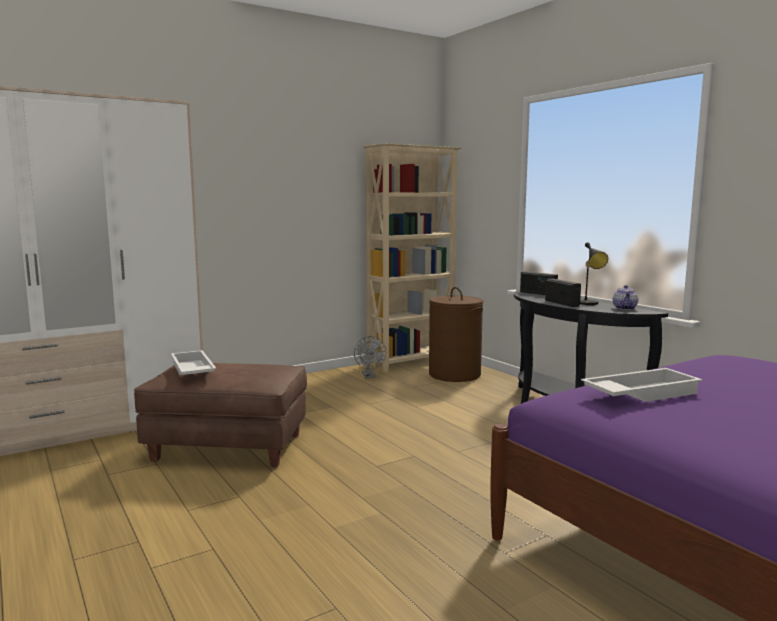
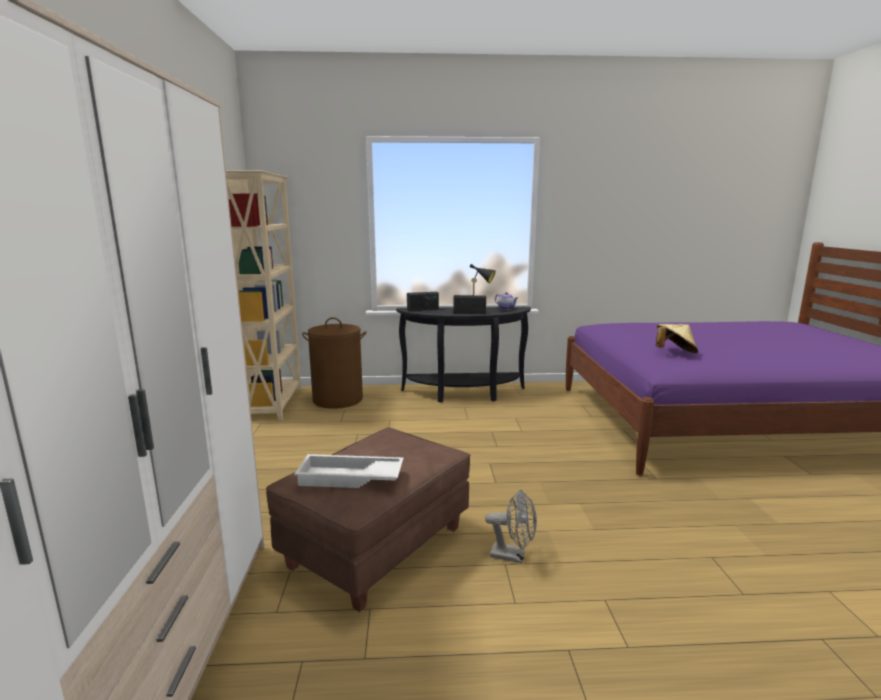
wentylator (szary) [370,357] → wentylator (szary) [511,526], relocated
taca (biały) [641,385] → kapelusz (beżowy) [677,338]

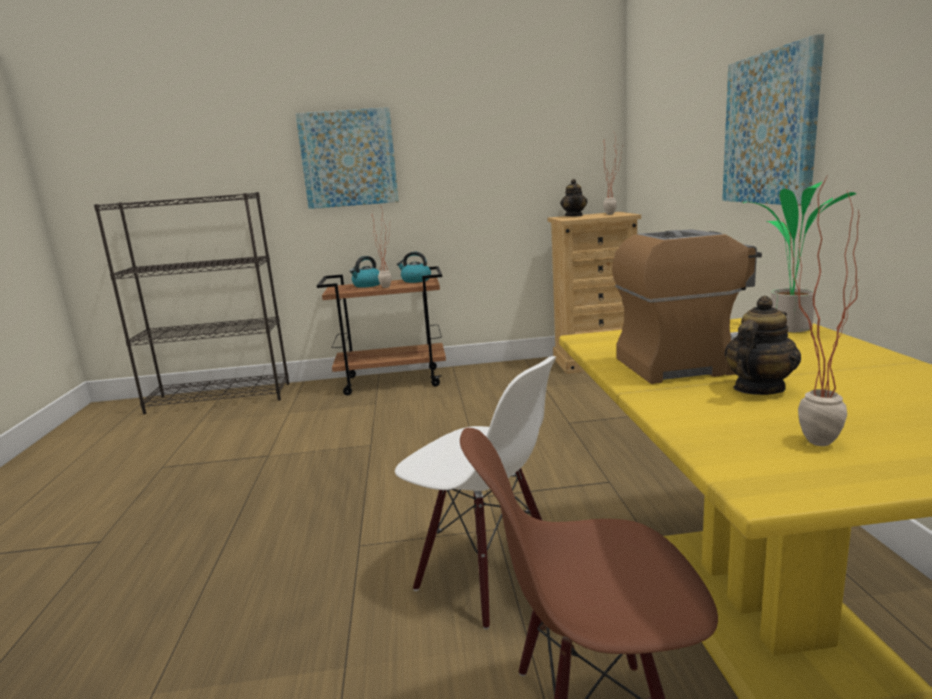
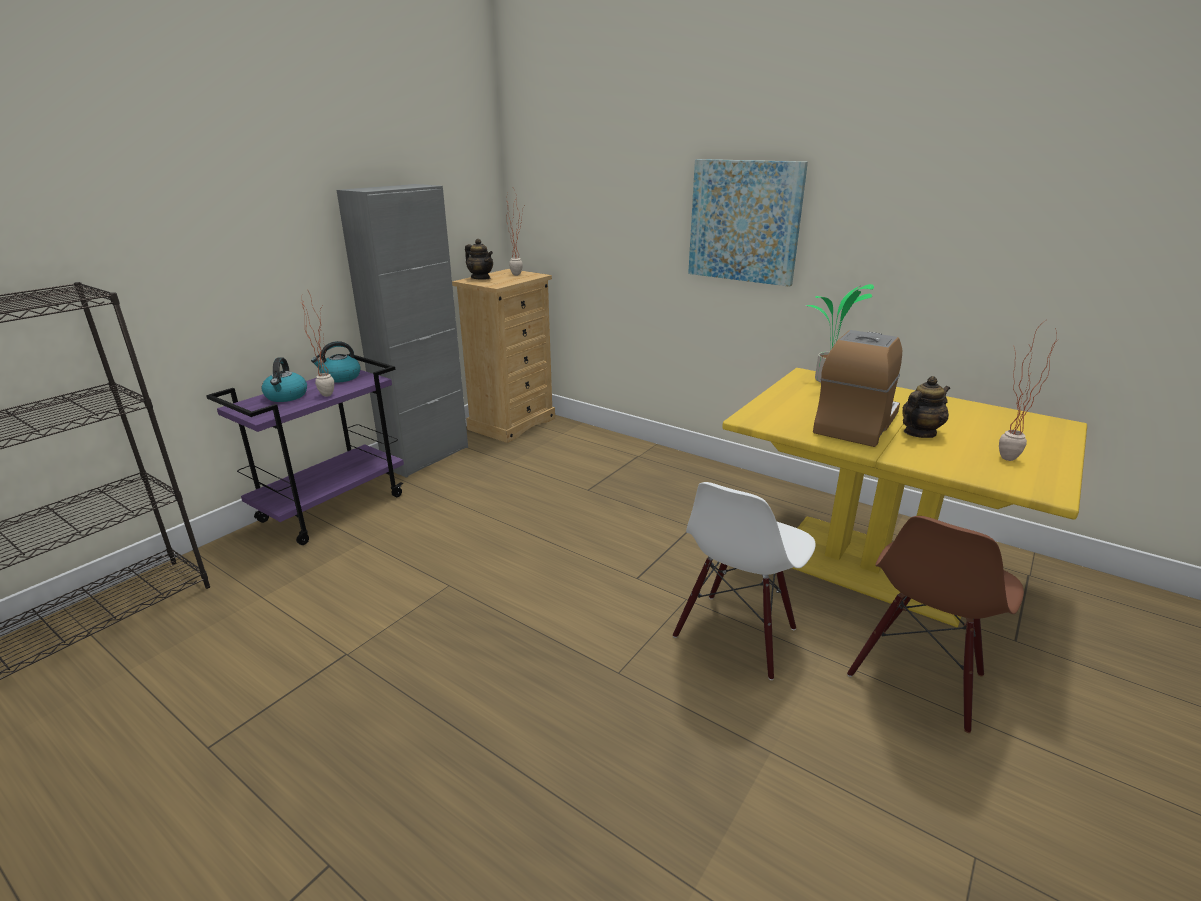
obraz [347,158] → -
- → szafka (szary) [402,331]
wózek (brązowy) [381,330] → wózek (fioletowy) [305,449]
krzesło (biały) [475,492] → krzesło (biały) [744,581], 135 degrees clockwise
imbryk [762,345] → imbryk [926,407], 60 degrees clockwise

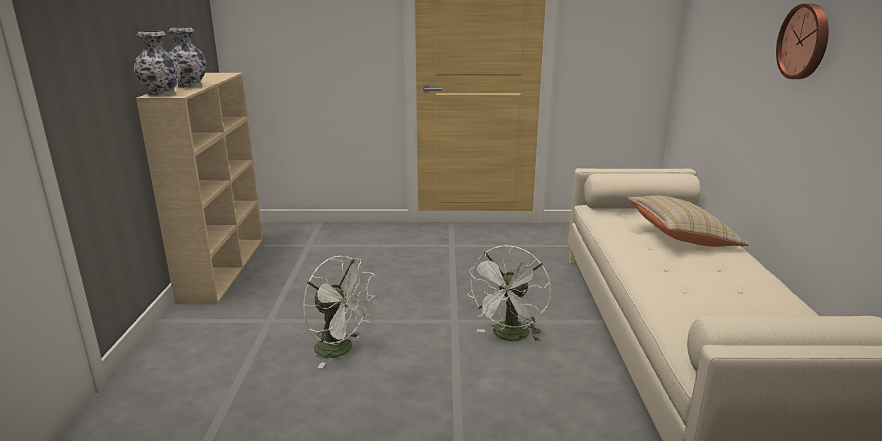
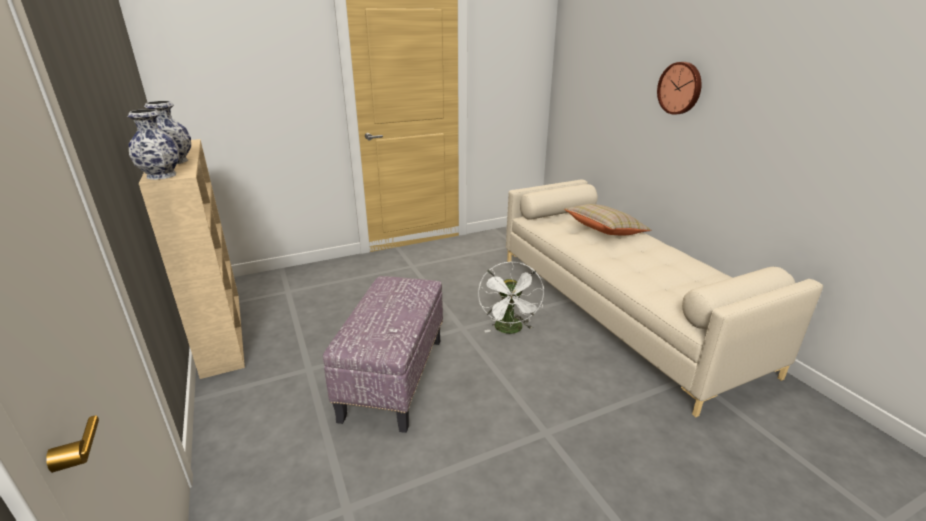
wentylator (biały) [340,312] → pufa [383,354]

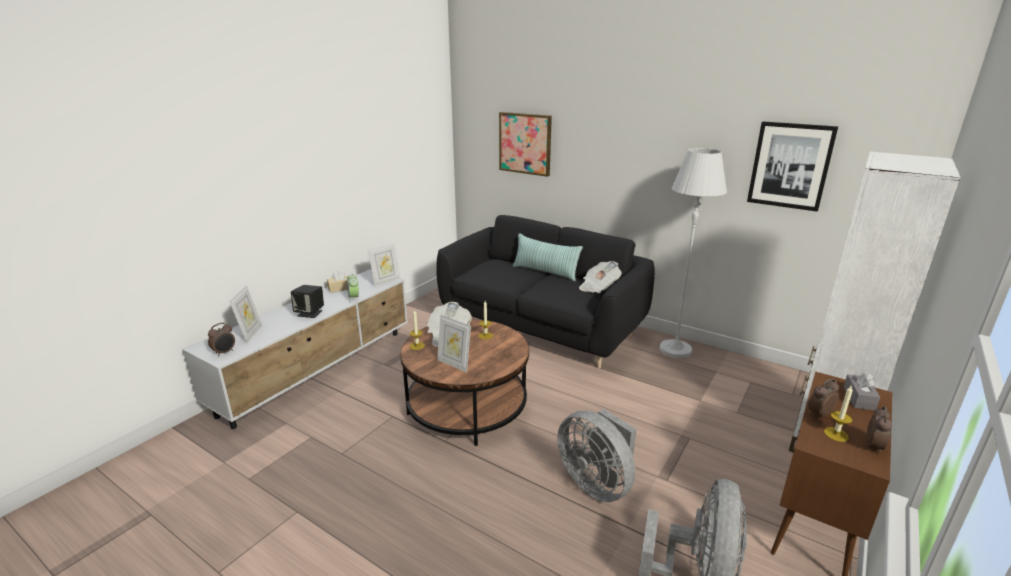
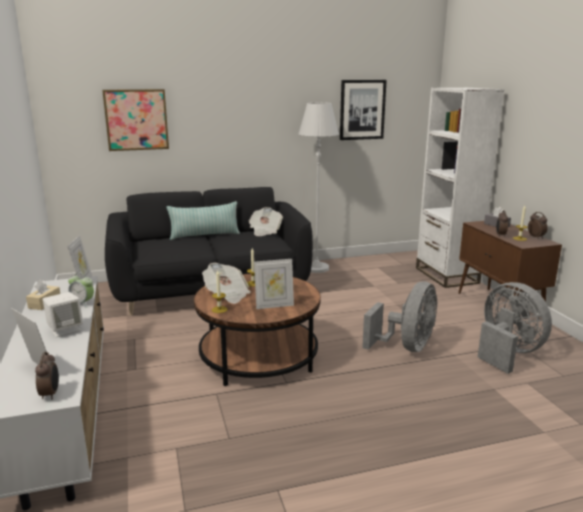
głośnik (czarny) [307,301] → głośnik (biały) [63,314]
wentylator (szary) [597,455] → wentylator (szary) [399,316], 60 degrees counterclockwise

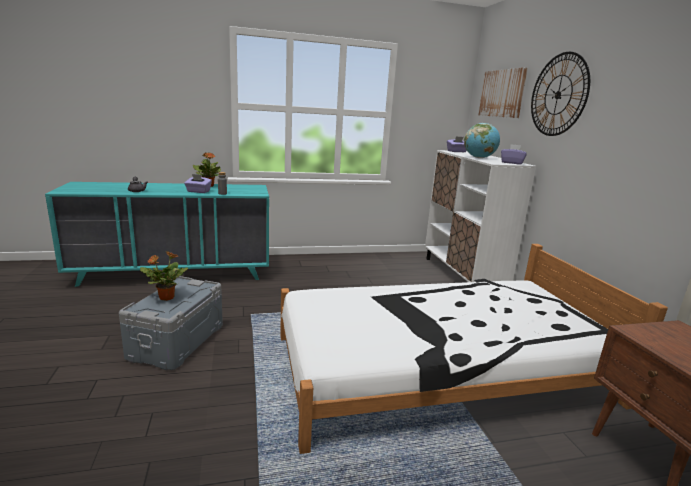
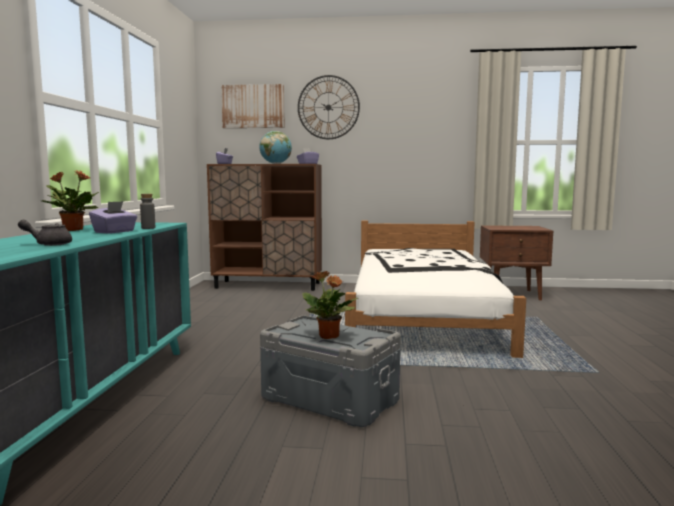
szafka (biały) [480,216] → szafka (brązowy) [264,227]

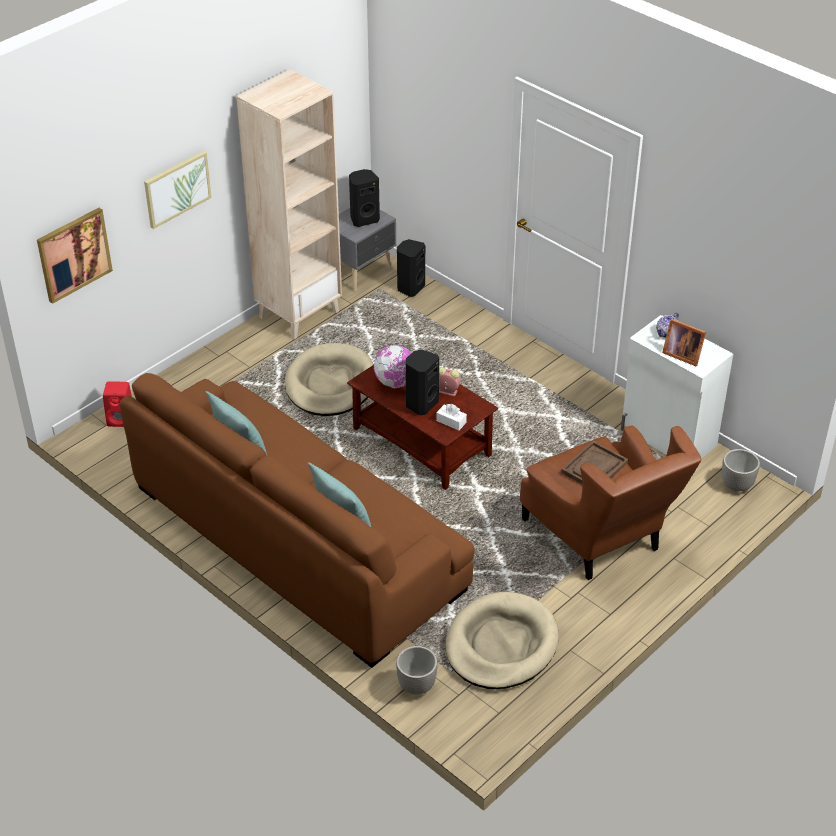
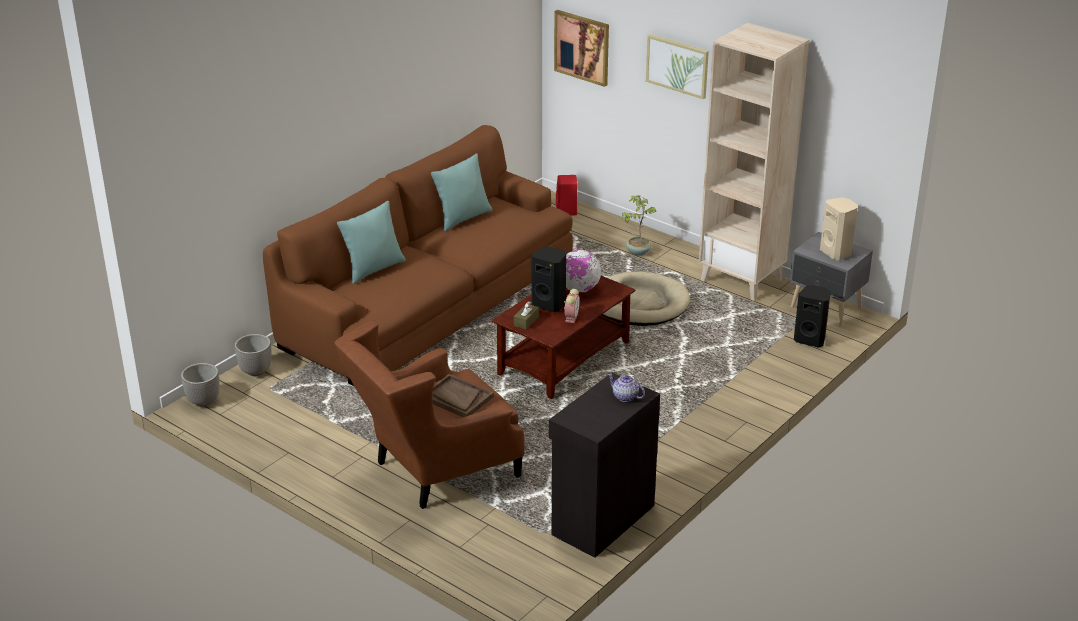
legowisko (beżowy) [502,640] → -
ramka na zdjęcie [684,342] → -
- → roślina doniczkowa [639,225]
donica [741,470] → donica [200,384], relocated
głośnik (czarny) [364,198] → głośnik (beżowy) [839,228]
pudełko chusteczek (biały) [451,417] → pudełko chusteczek (brązowy) [526,315]
szafka (biały) [677,387] → szafka (czarny) [604,465]

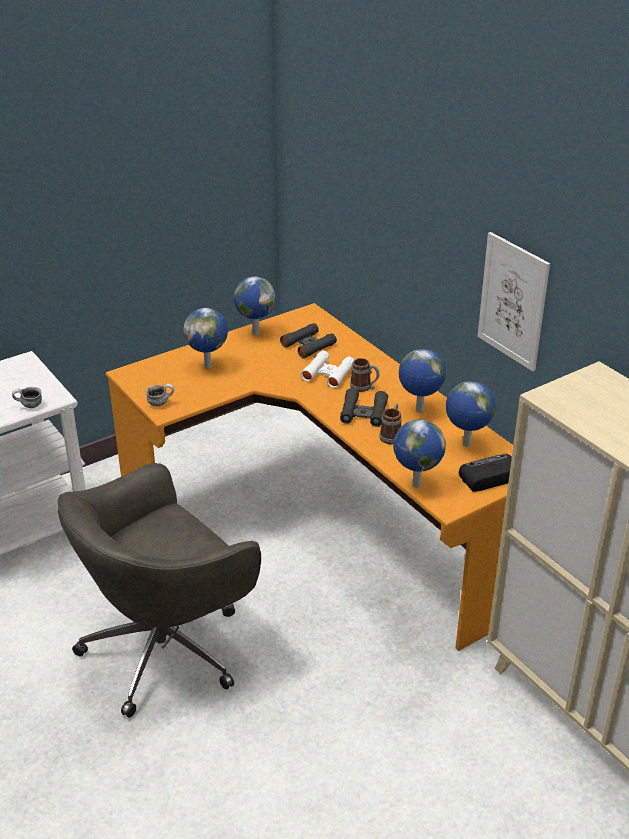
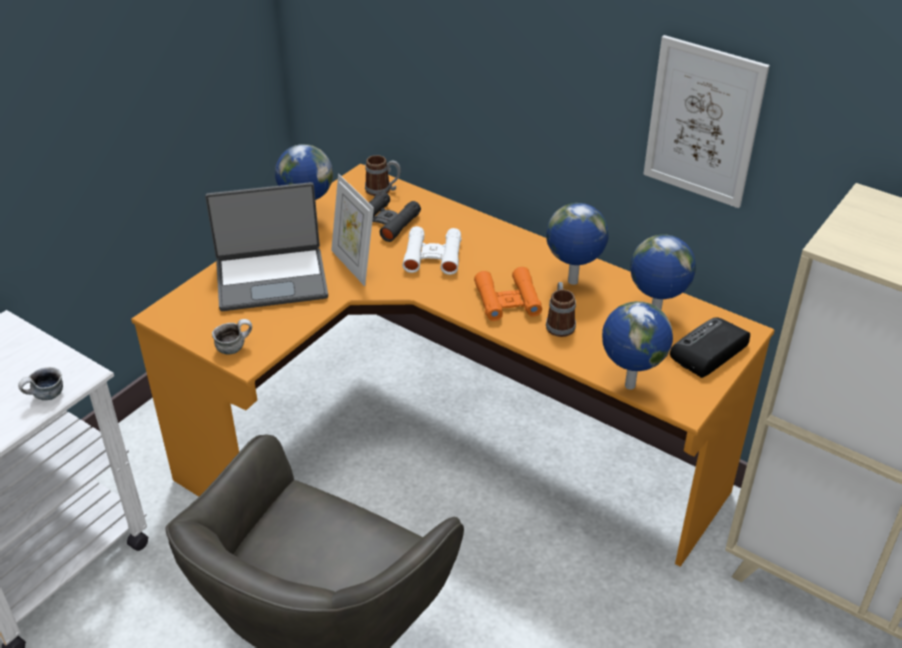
- → ramka na zdjęcie [352,230]
kubek [365,375] → kubek [383,175], relocated
globus [205,338] → laptop [266,246]
lornetka (czarny) [364,407] → lornetka (pomarańczowy) [508,294]

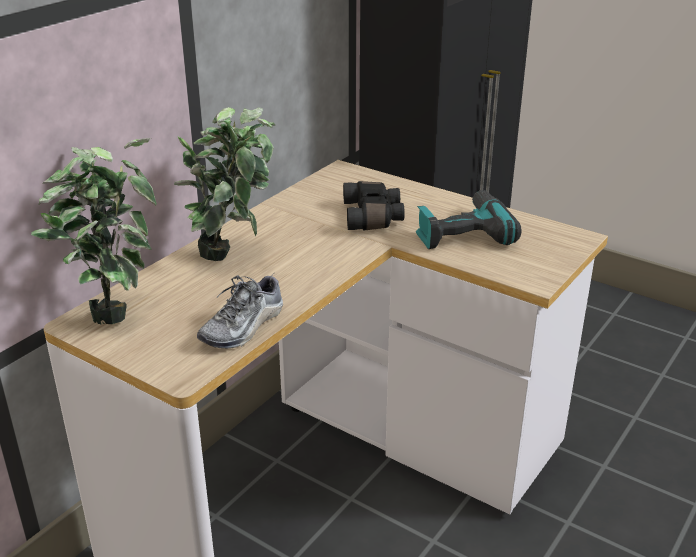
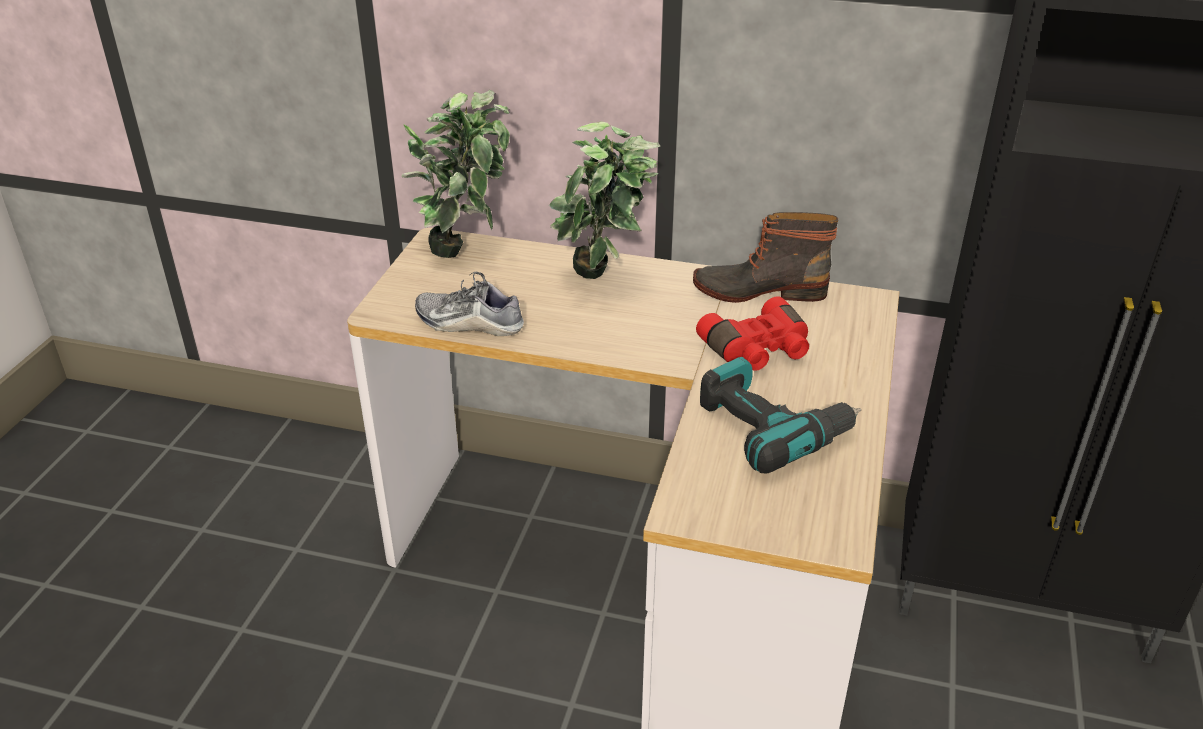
- → but z cholewką [766,257]
lornetka (czarny) [374,206] → lornetka (czerwony) [752,333]

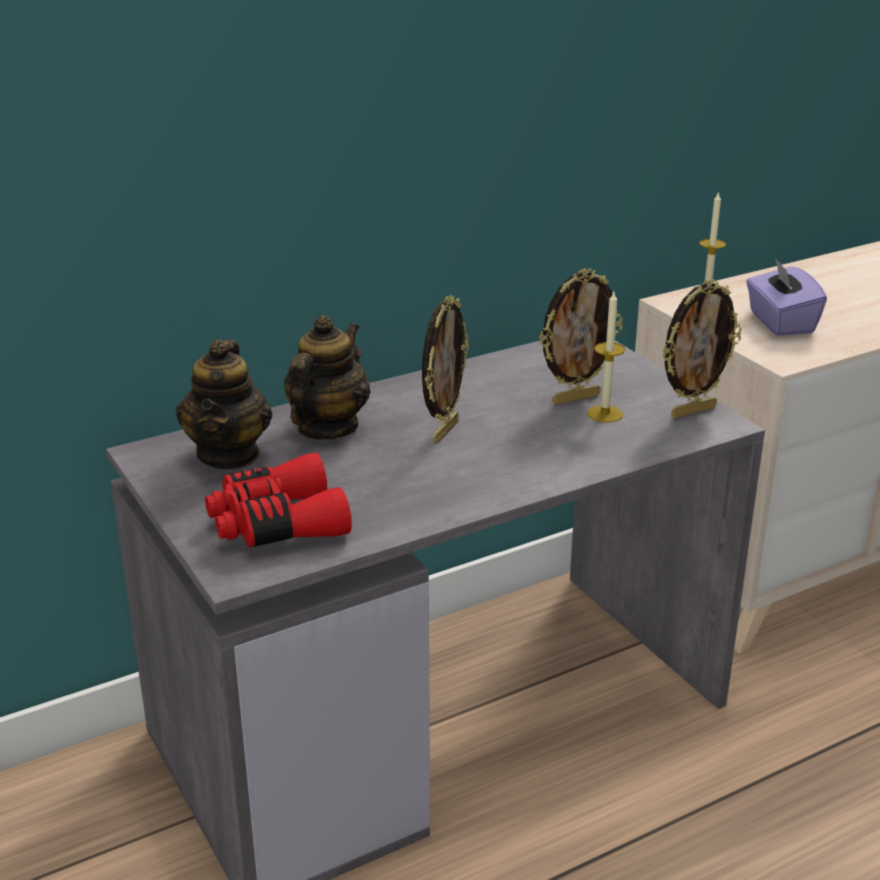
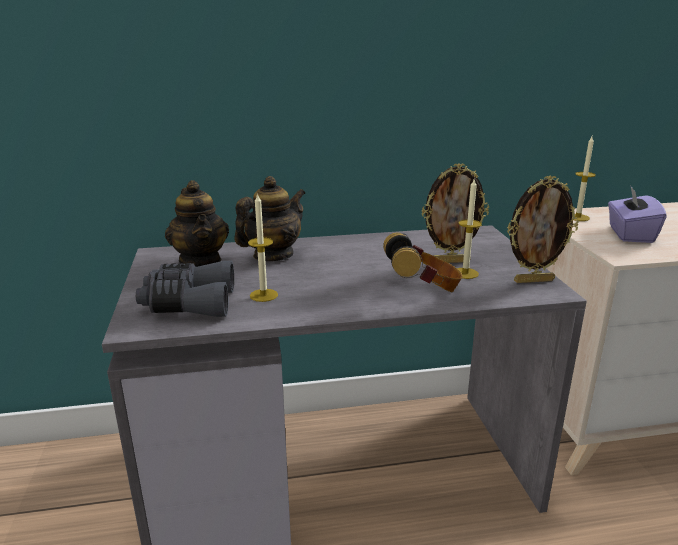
ramka na zdjęcie [445,369] → -
- → świeca [263,247]
- → słuchawki [422,262]
lornetka (czerwony) [278,500] → lornetka (szary) [185,289]
imbryk [224,404] → imbryk [197,223], 45 degrees counterclockwise

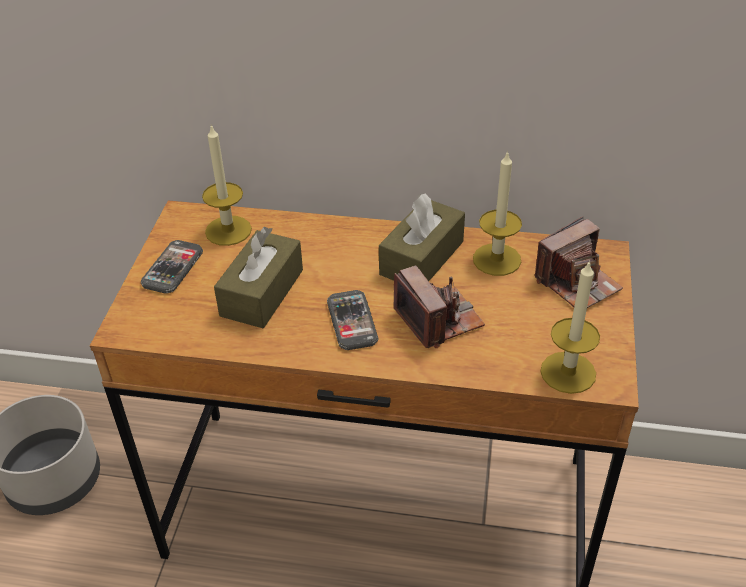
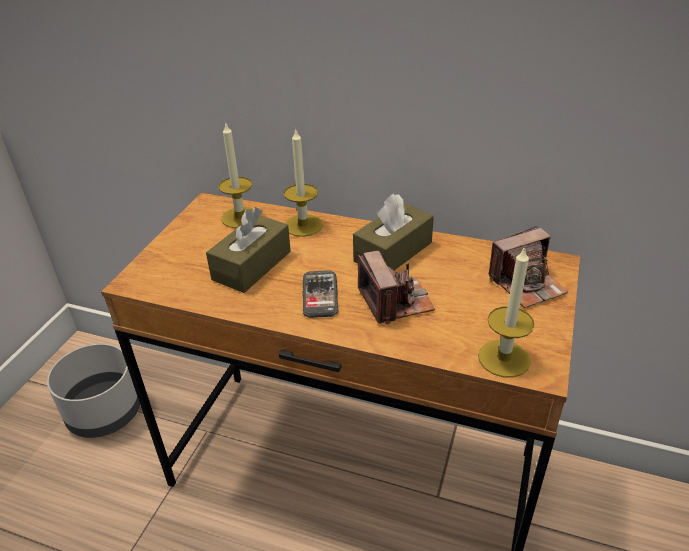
telefon [172,267] → -
świeca [497,213] → świeca [303,182], relocated

